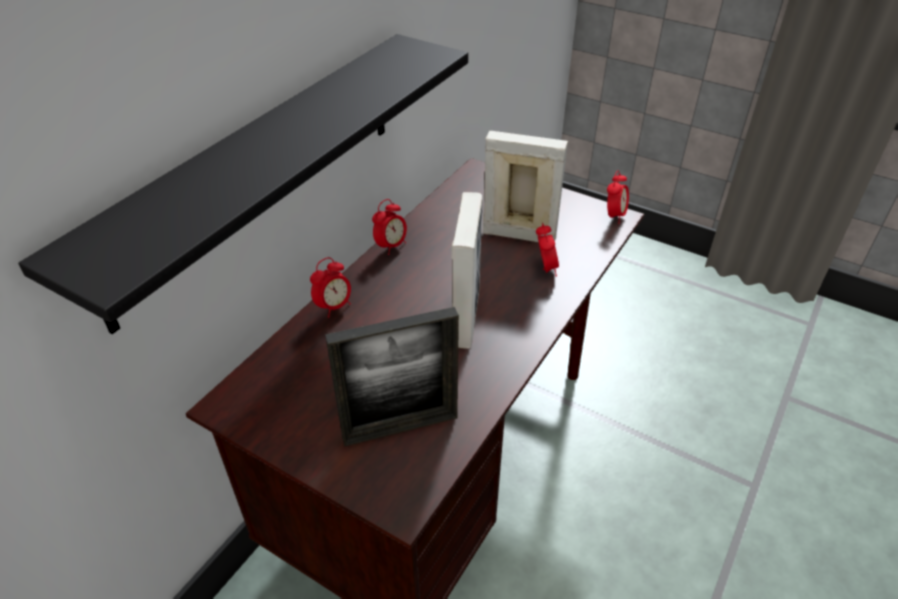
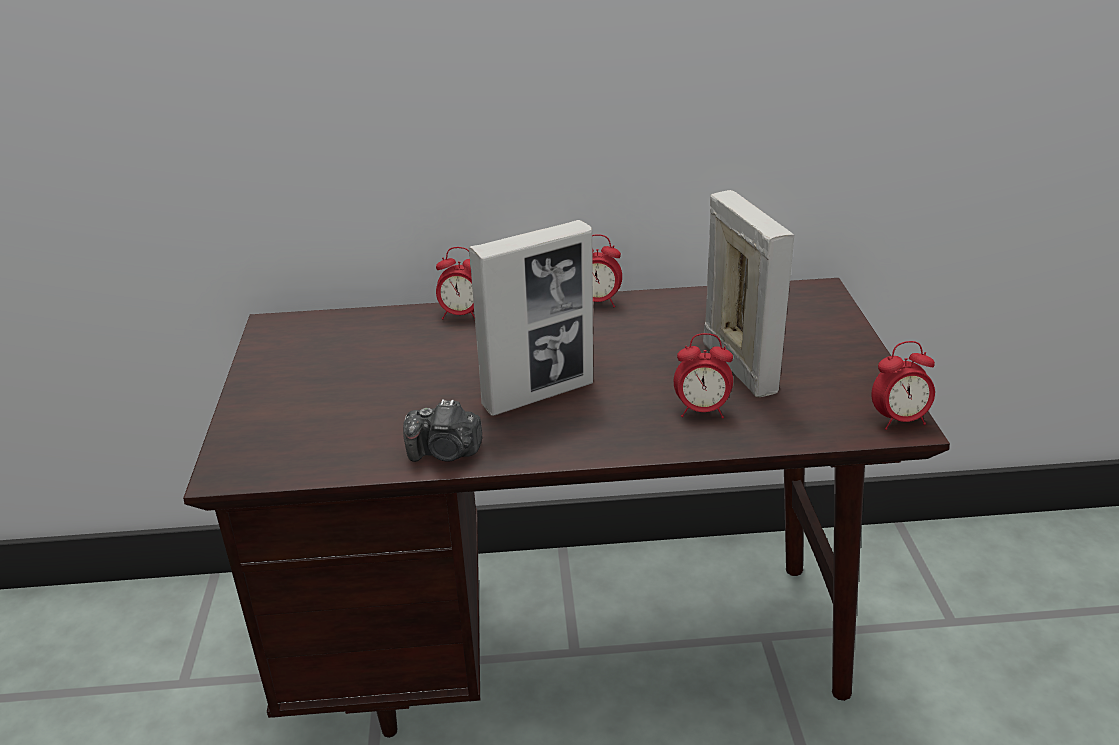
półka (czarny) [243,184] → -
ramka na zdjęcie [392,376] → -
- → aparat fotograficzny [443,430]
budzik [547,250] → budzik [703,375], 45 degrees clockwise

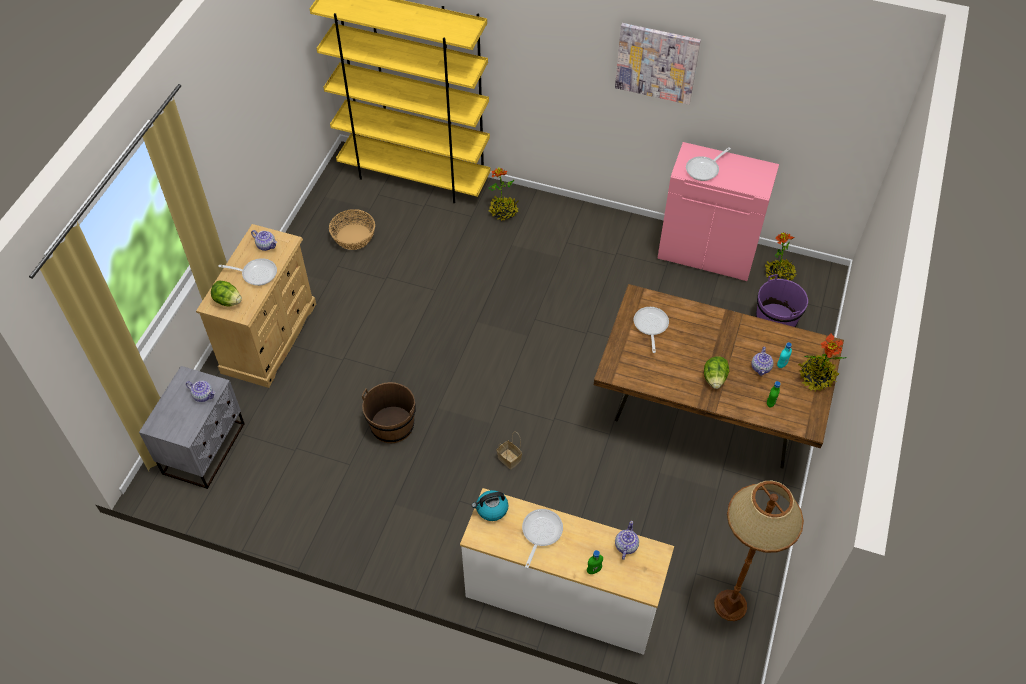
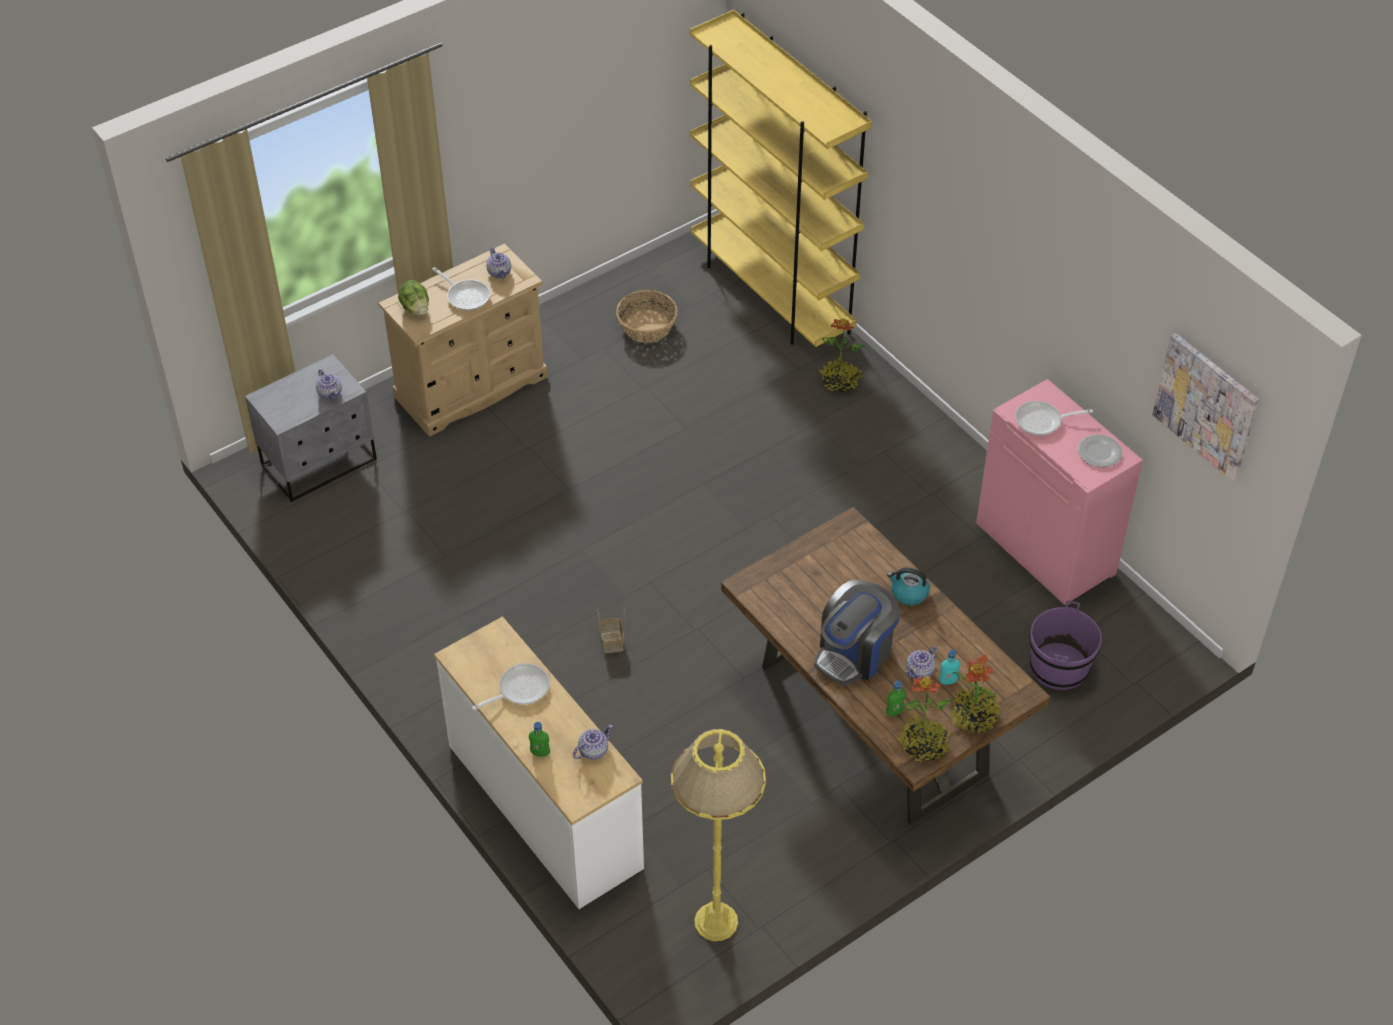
wiadro (brązowy) [389,412] → -
patelnia [651,330] → -
- → talerz [1100,450]
czajnik [490,505] → czajnik [908,586], relocated
obraz [658,64] → obraz [1205,407], relocated
roślina doniczkowa [781,257] → roślina doniczkowa [925,719], relocated
sałata [716,372] → ekspres do kawy [857,633]
lampa stojąca (brązowy) [759,551] → lampa stojąca (żółty) [718,835]

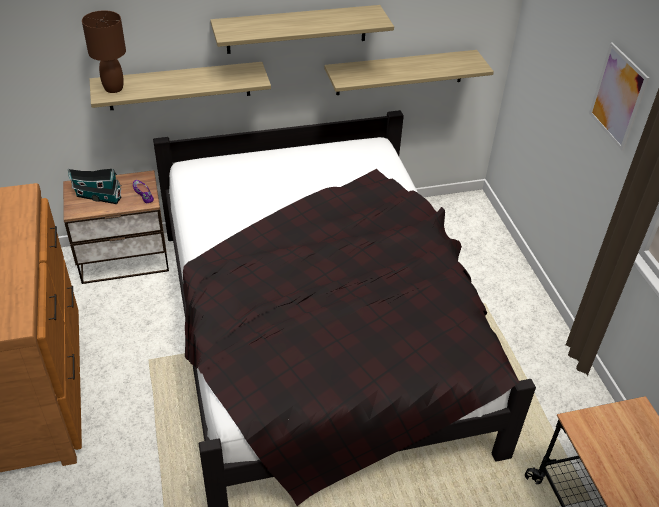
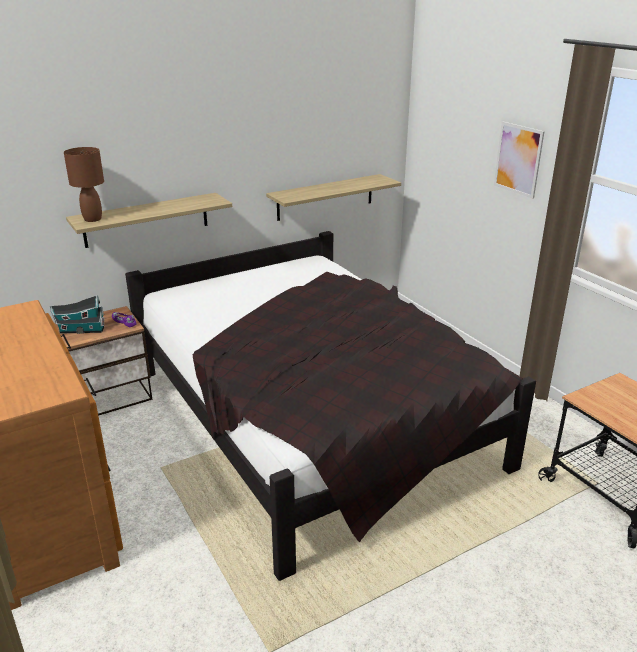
półka [302,29] → -

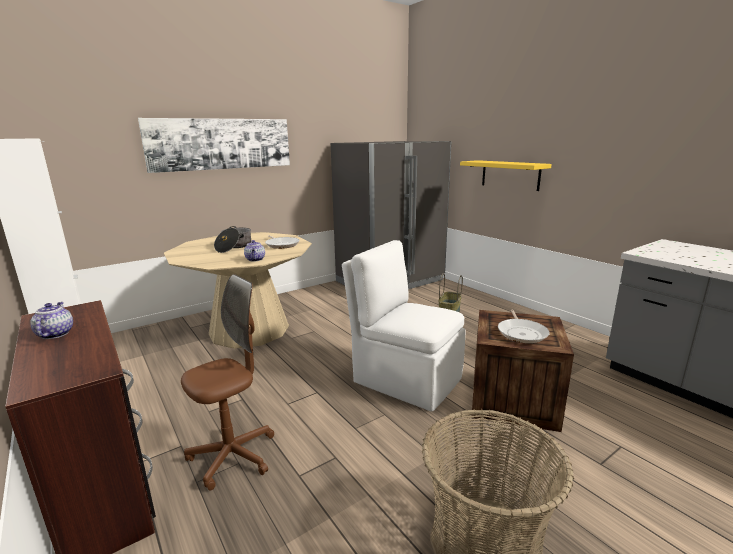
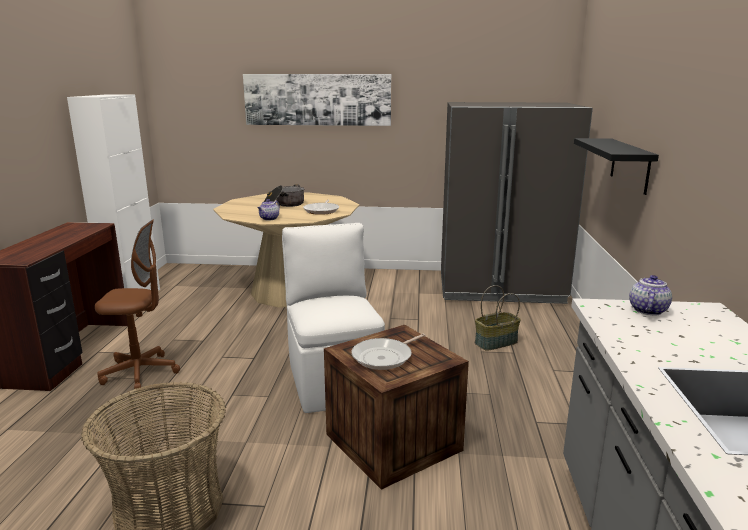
imbryk [51,320] → imbryk [650,295], relocated
półka (żółty) [506,175] → półka (czarny) [616,166]

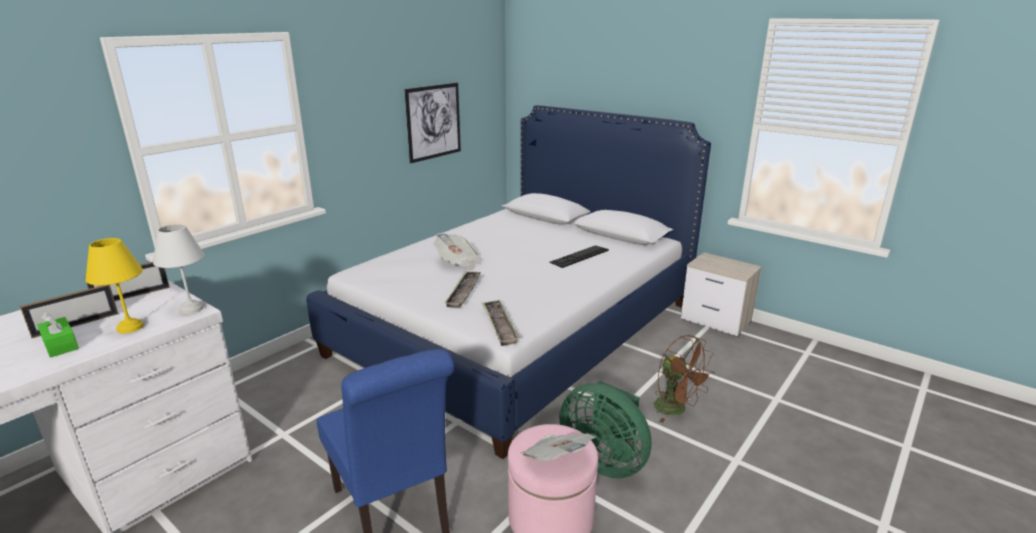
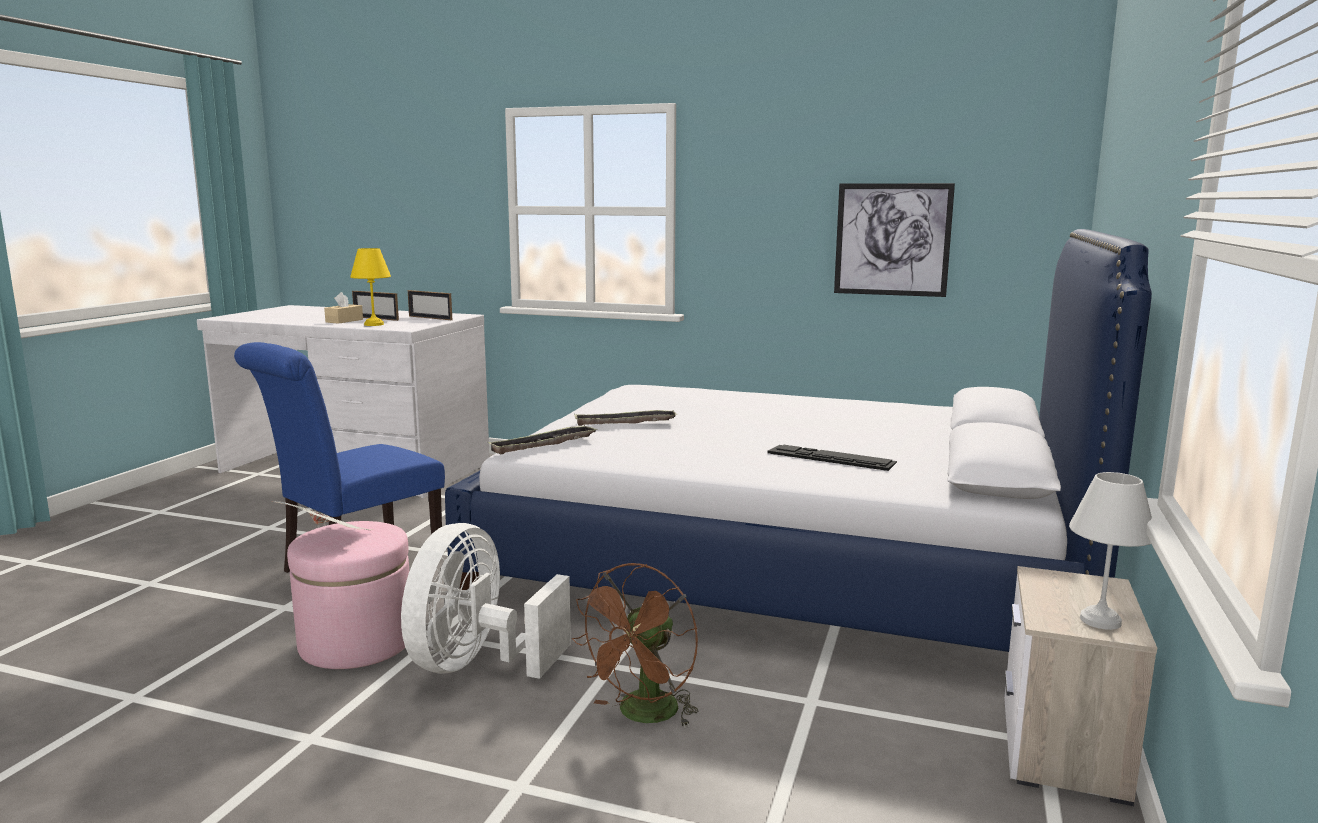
gazeta [457,252] → -
lampa stołowa (biały) [179,269] → lampa stołowa (biały) [1110,551], relocated
pudełko chusteczek (zielony) [58,334] → pudełko chusteczek (beżowy) [343,308]
wentylator (zielony) [605,430] → wentylator (biały) [486,601]

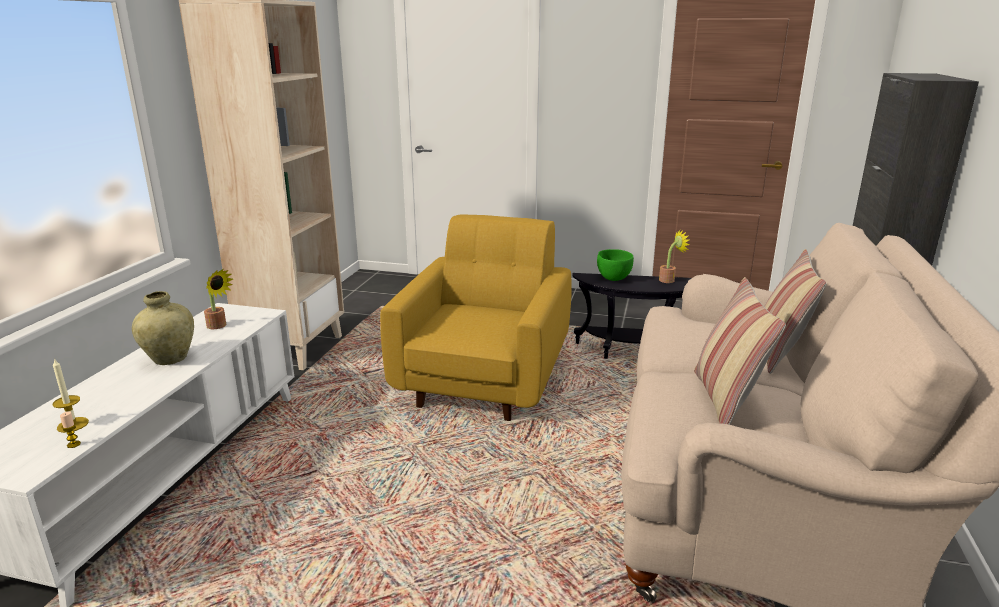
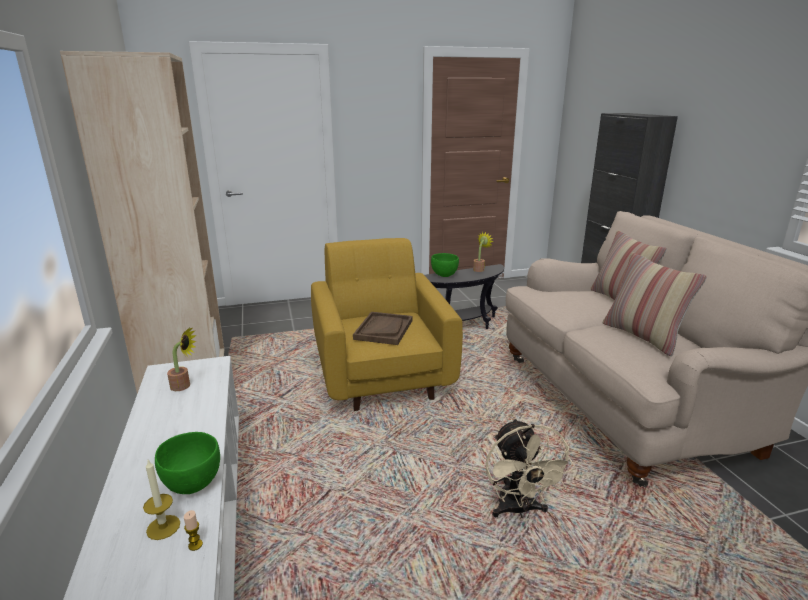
wazon (beżowy) [163,328] → -
- → miska (zielony) [187,463]
- → taca (brązowy) [383,328]
- → wentylator (beżowy) [531,468]

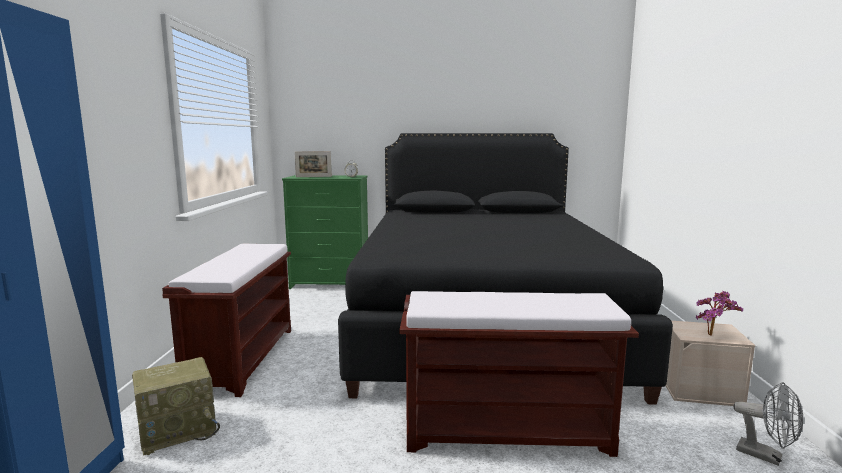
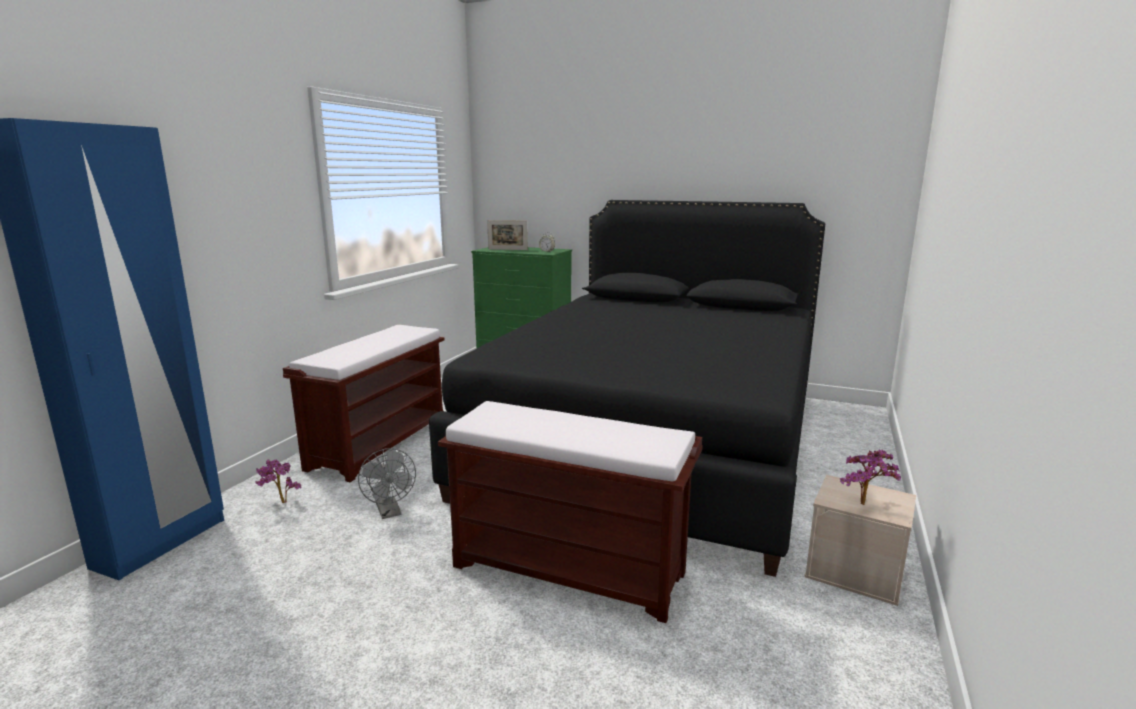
wentylator (szary) [768,424] → wentylator (szary) [387,483], relocated
radio [176,406] → roślina doniczkowa [278,482]

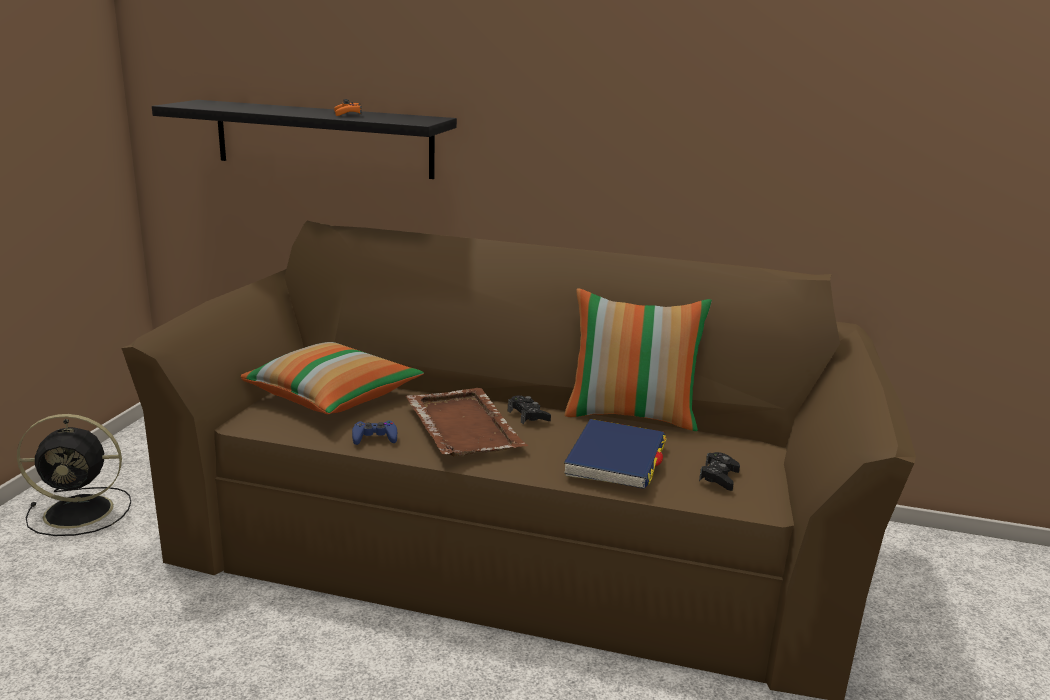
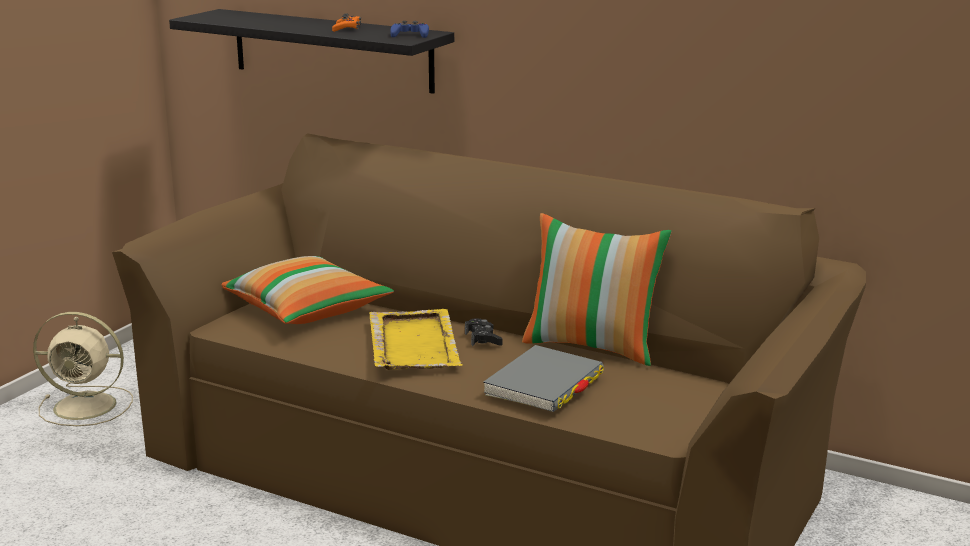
pad do gier (czarny) [719,471] → -
pad do gier (niebieski) [374,432] → pad do gier (niebieski) [409,29], relocated
wentylator (czarny) [74,475] → wentylator (beżowy) [83,369]
taca (brązowy) [467,422] → taca (żółty) [416,339]
książka (niebieski) [615,454] → książka (szary) [543,378]

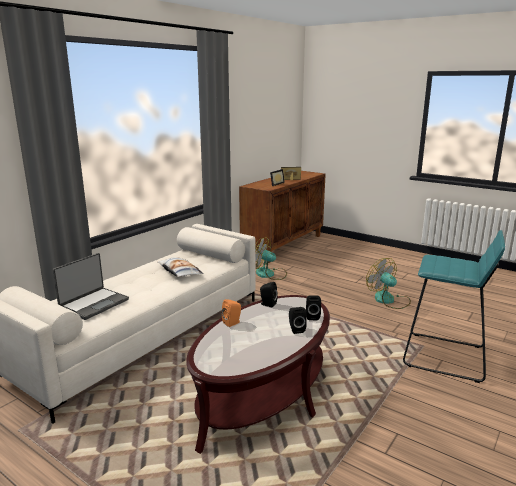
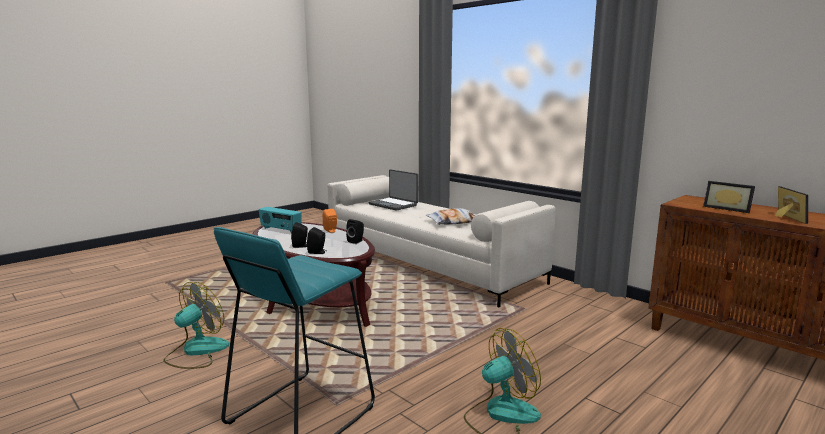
- → radio [280,220]
wentylator [271,258] → wentylator [196,325], relocated

